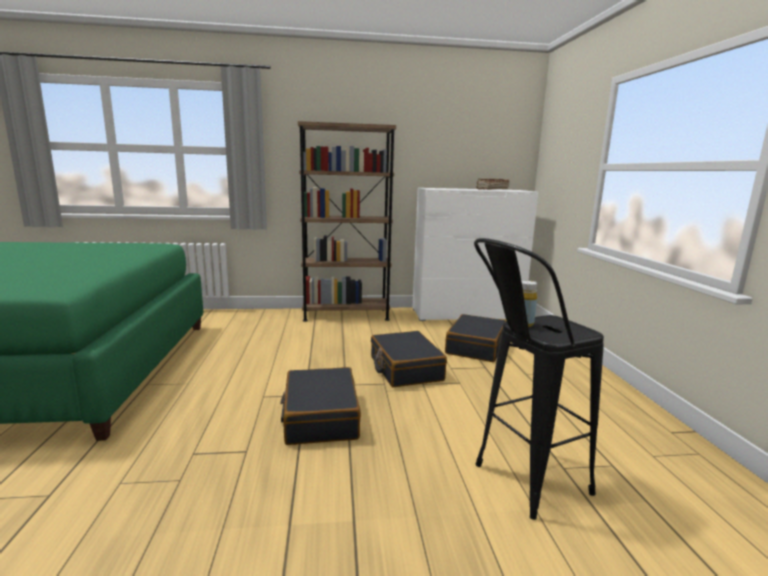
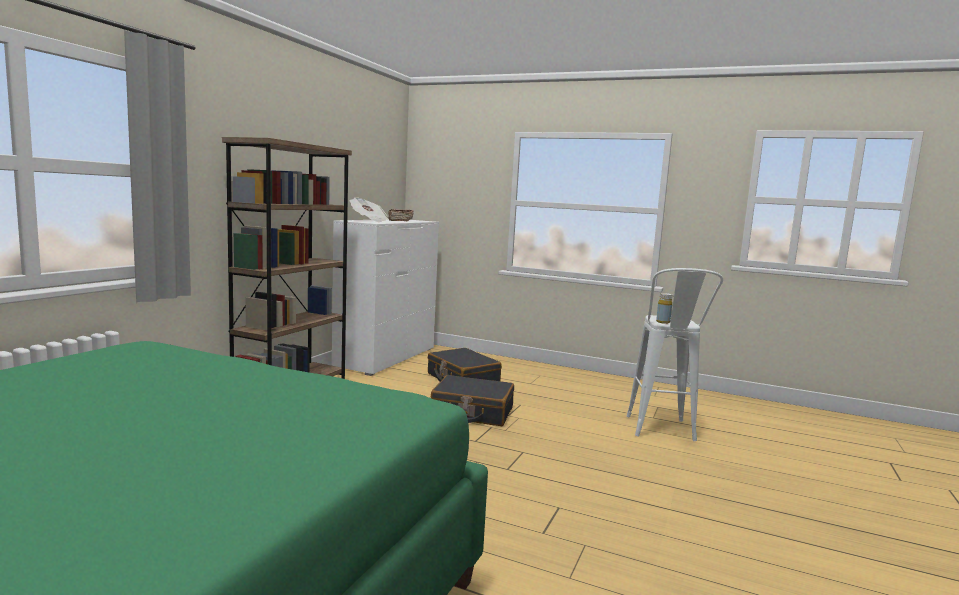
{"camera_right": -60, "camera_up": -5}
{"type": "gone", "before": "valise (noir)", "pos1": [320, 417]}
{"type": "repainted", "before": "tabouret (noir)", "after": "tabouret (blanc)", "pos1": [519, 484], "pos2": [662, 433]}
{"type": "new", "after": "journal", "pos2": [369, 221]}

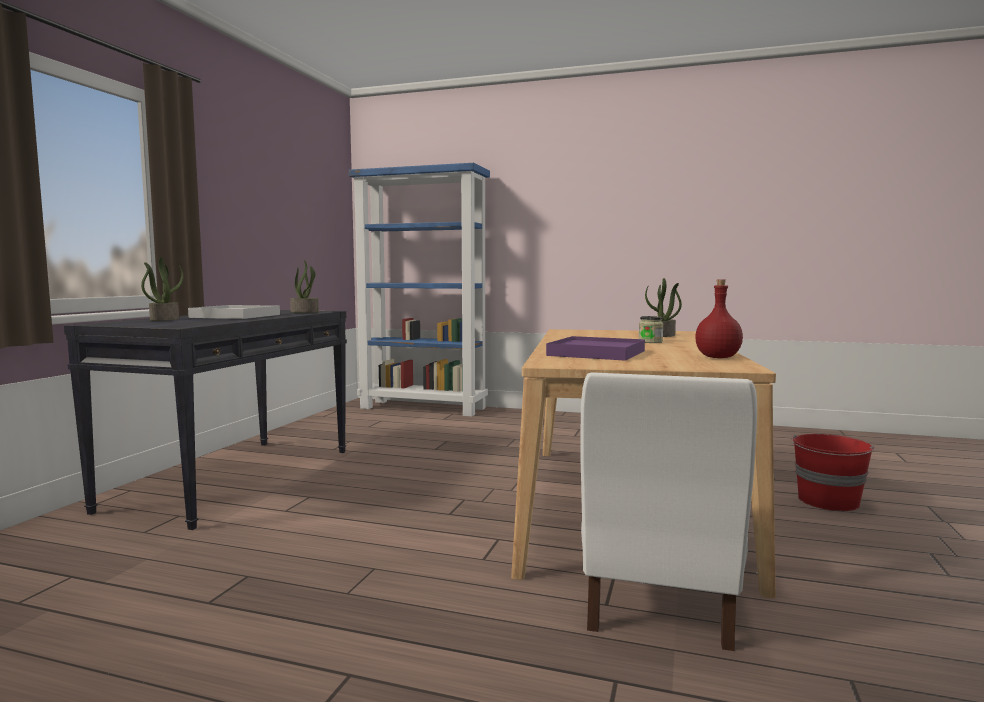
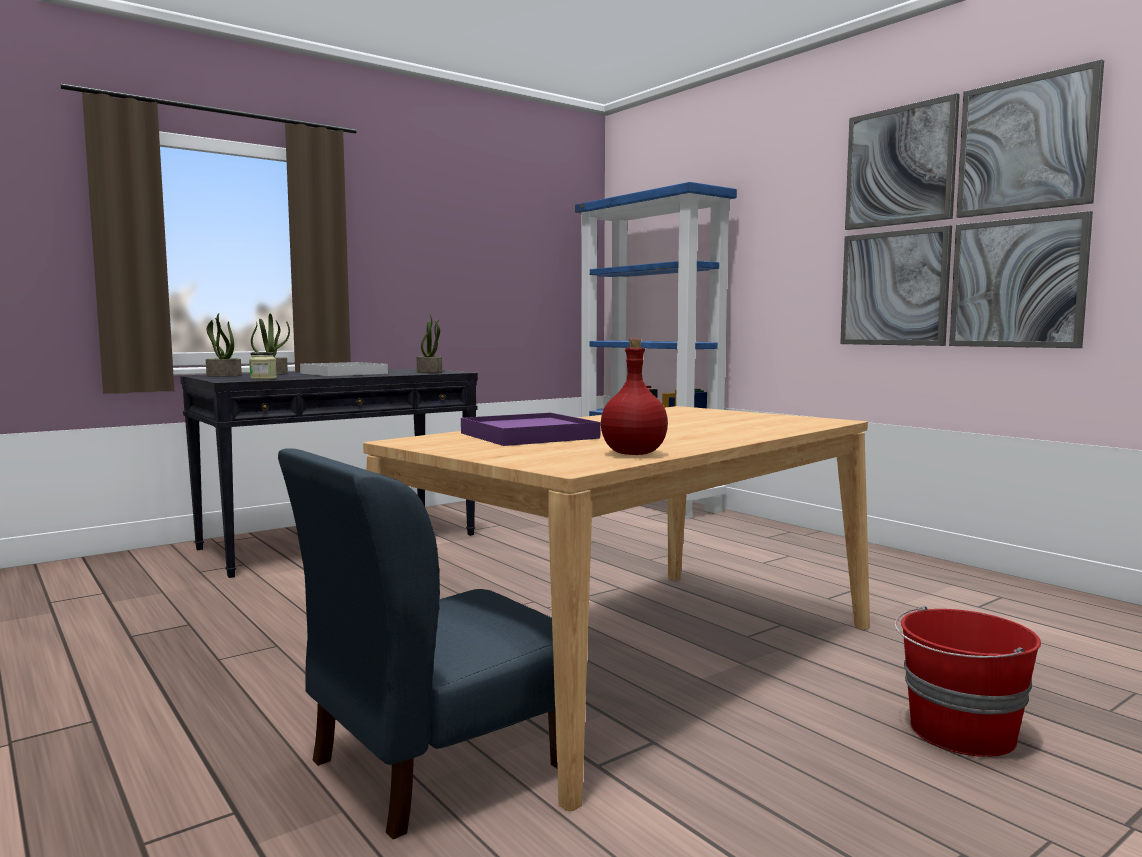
{"camera_right": 35, "camera_up": 0}
{"type": "repainted", "before": "chaise (blanc)", "after": "chaise (bleu)", "pos1": [658, 601], "pos2": [436, 762]}
{"type": "shifted", "before": "bocal", "pos1": [650, 342], "pos2": [263, 379]}
{"type": "shifted", "before": "plante en pot", "pos1": [662, 335], "pos2": [223, 376]}
{"type": "new", "after": "tableau", "pos2": [955, 221]}

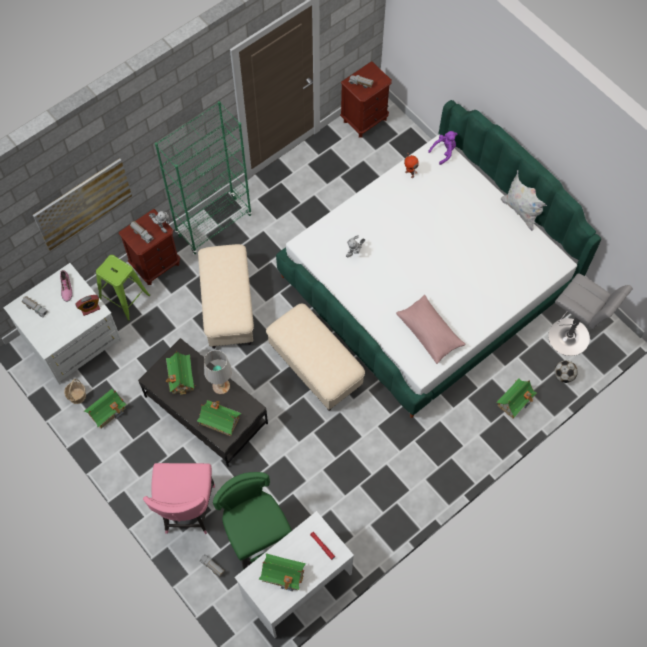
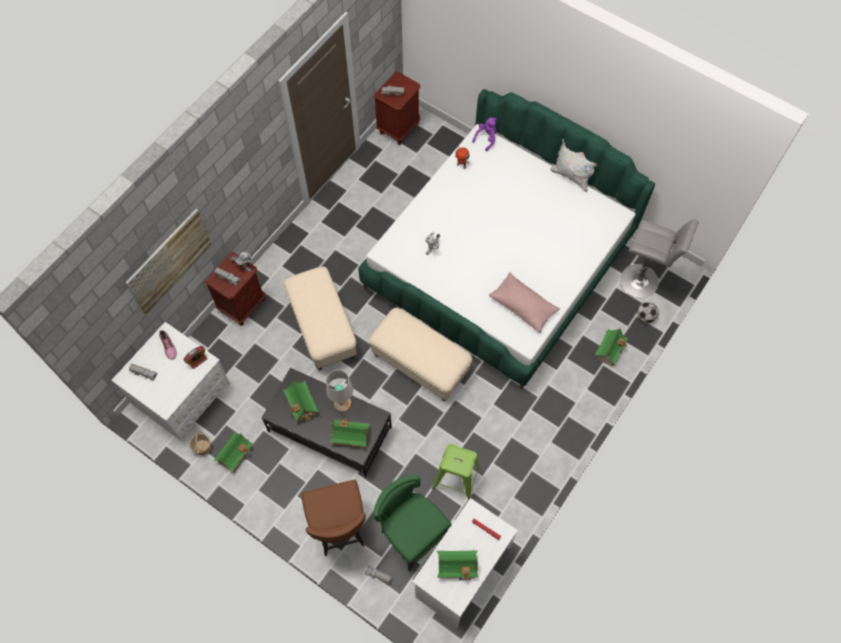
{"camera_right": -15, "camera_up": 0}
{"type": "shifted", "before": "tabouret (vert)", "pos1": [124, 298], "pos2": [456, 478]}
{"type": "repainted", "before": "chaise (rose)", "after": "chaise (marron)", "pos1": [187, 510], "pos2": [339, 528]}
{"type": "gone", "before": "bibliothèque (vert)", "pos1": [214, 225]}

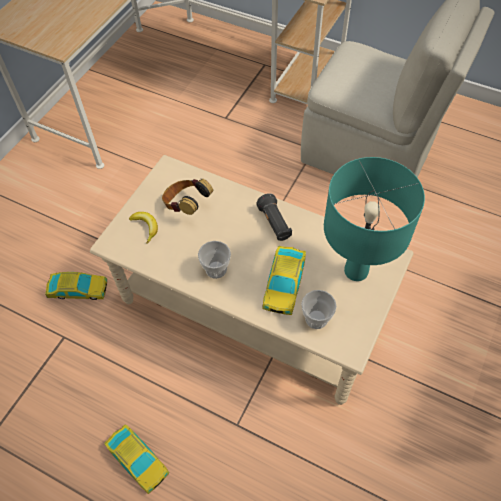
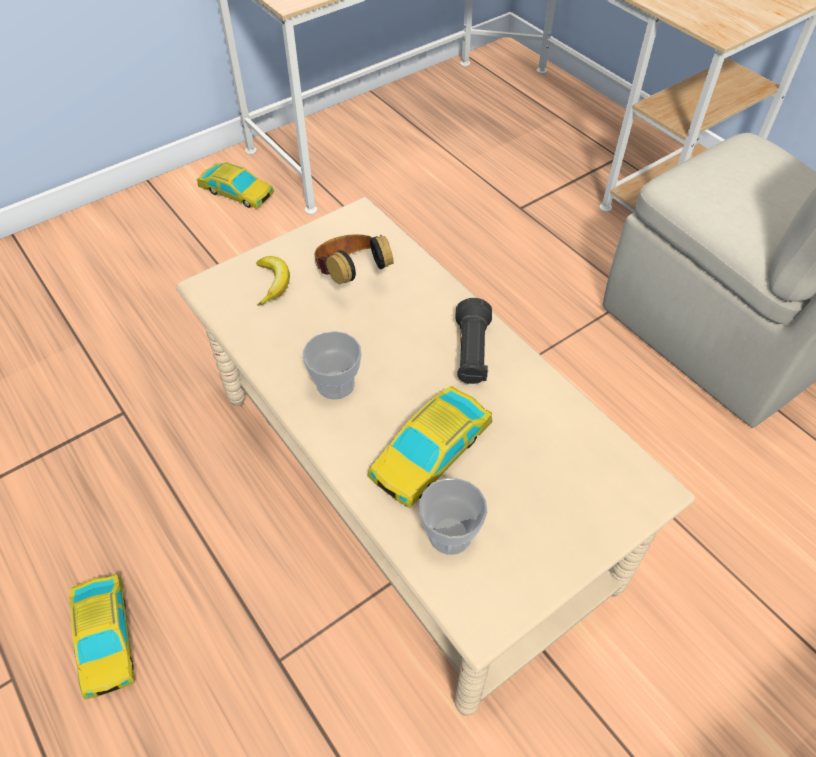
{"camera_right": 25, "camera_up": -5}
{"type": "shifted", "before": "petite voiture", "pos1": [78, 289], "pos2": [236, 192]}
{"type": "gone", "before": "lampe de table (turquoise)", "pos1": [356, 271]}

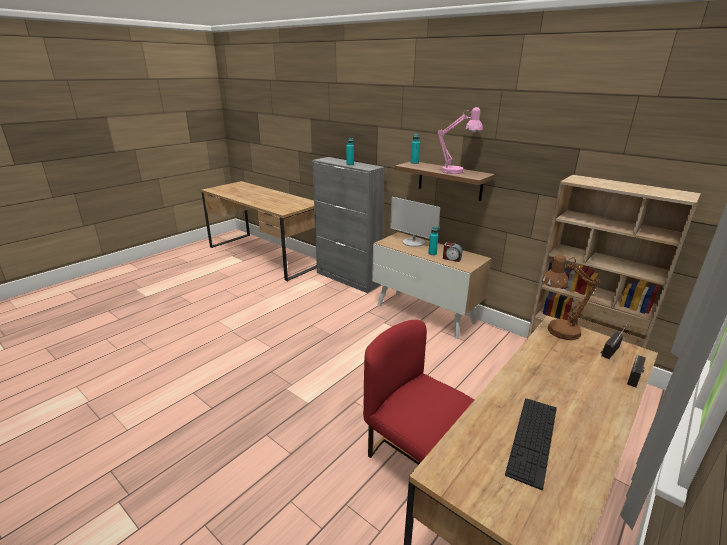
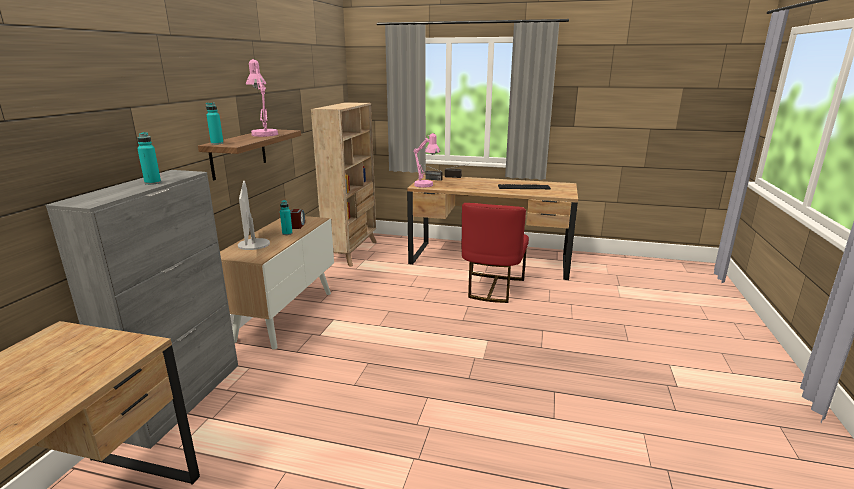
{"camera_right": -115, "camera_up": -5}
{"type": "rotated", "before": "écran d'ordinateur", "pos1": [413, 242], "pos2": [253, 244], "turn": 150}
{"type": "repainted", "before": "lampe de table (marron)", "after": "lampe de table (rose)", "pos1": [557, 332], "pos2": [426, 186]}

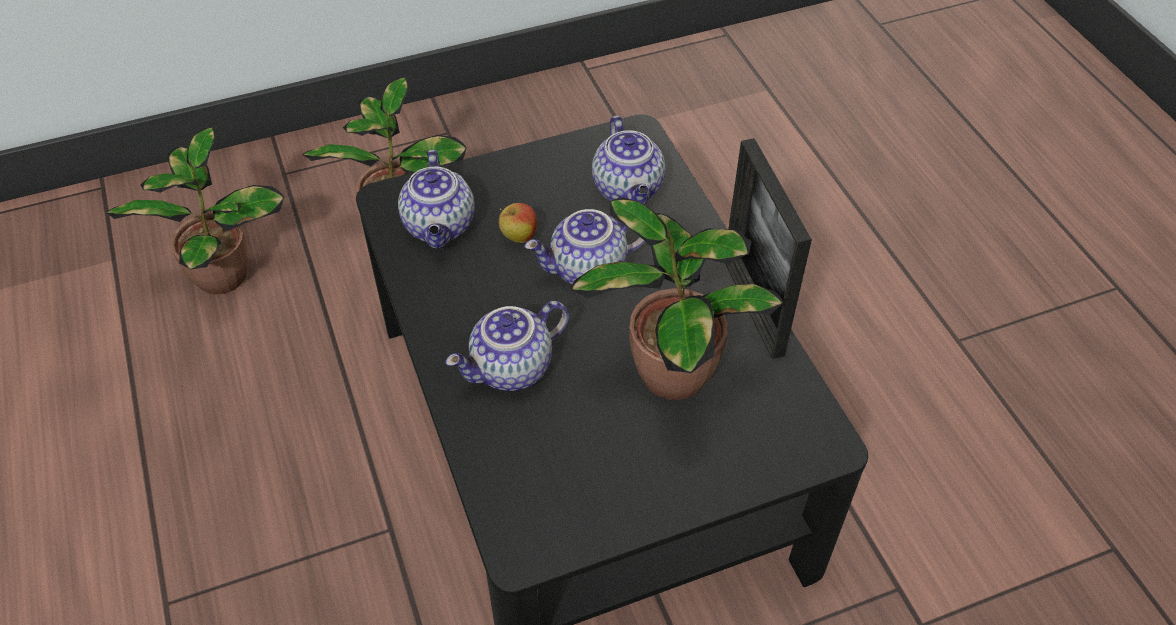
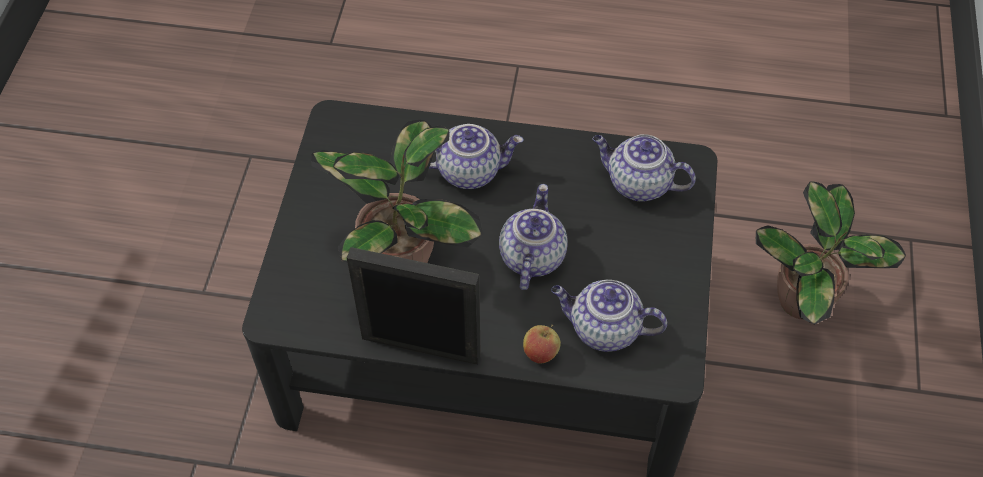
{"camera_right": 120, "camera_up": 5}
{"type": "gone", "before": "plante en pot", "pos1": [223, 273]}
{"type": "rotated", "before": "théière", "pos1": [512, 370], "pos2": [469, 170], "turn": 90}
{"type": "shifted", "before": "pomme", "pos1": [518, 237], "pos2": [541, 353]}

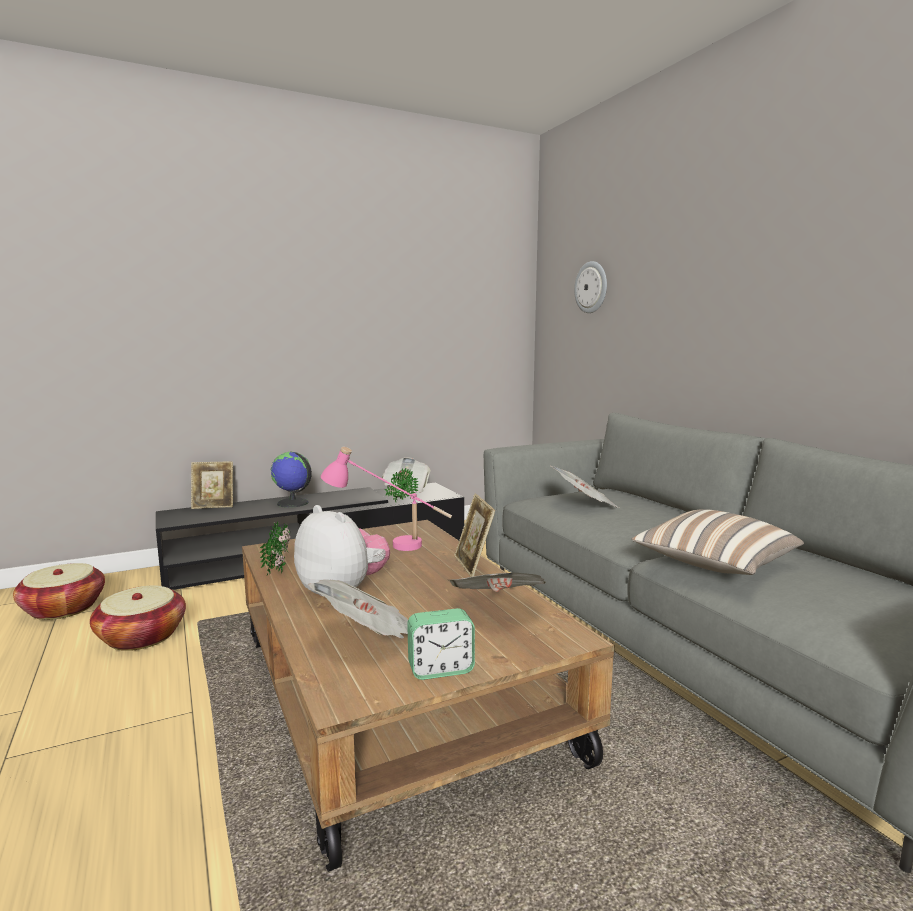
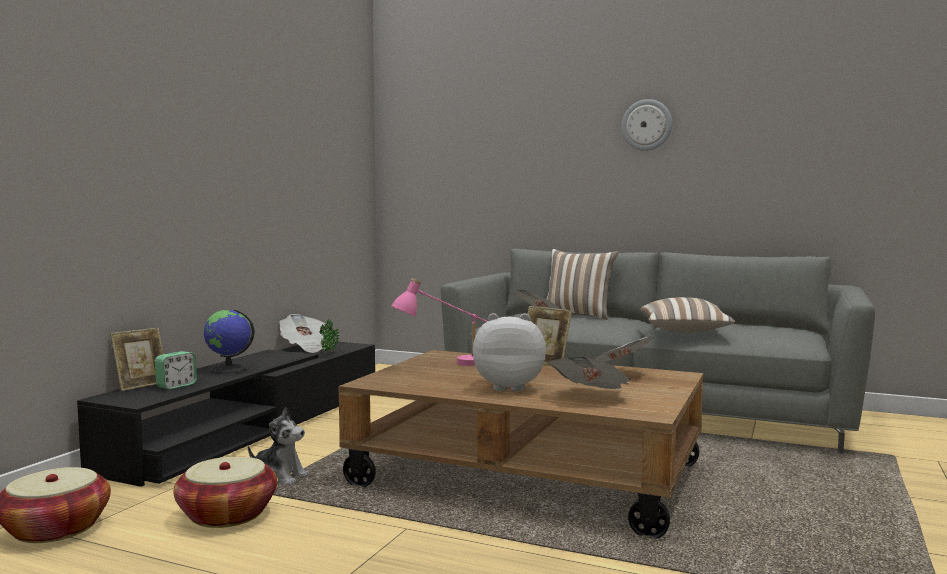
{"camera_right": -40, "camera_up": -5}
{"type": "gone", "before": "plante en pot", "pos1": [280, 570]}
{"type": "shifted", "before": "réveil", "pos1": [441, 669], "pos2": [176, 386]}
{"type": "shifted", "before": "horloge murale", "pos1": [591, 287], "pos2": [646, 125]}
{"type": "new", "after": "peluche", "pos2": [279, 477]}
{"type": "new", "after": "coussin", "pos2": [579, 315]}

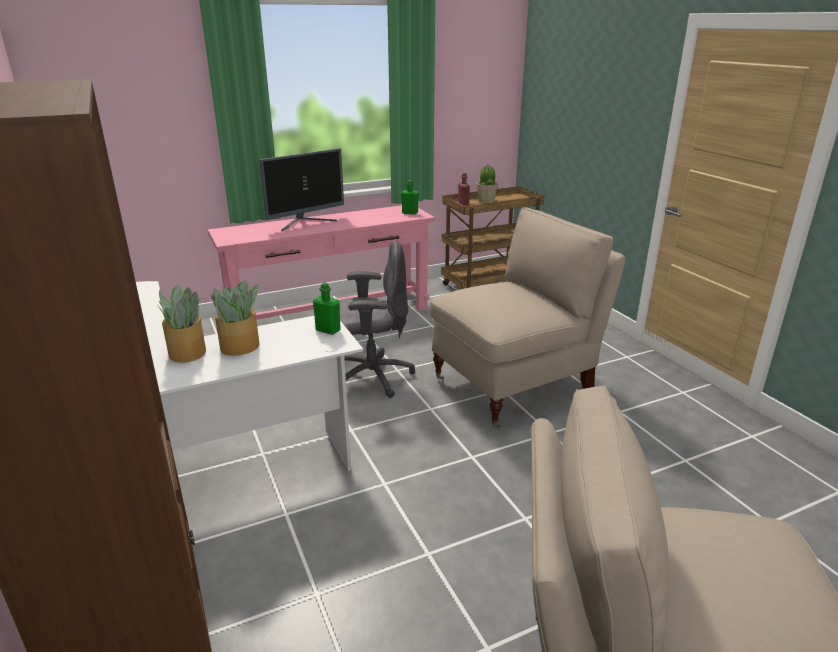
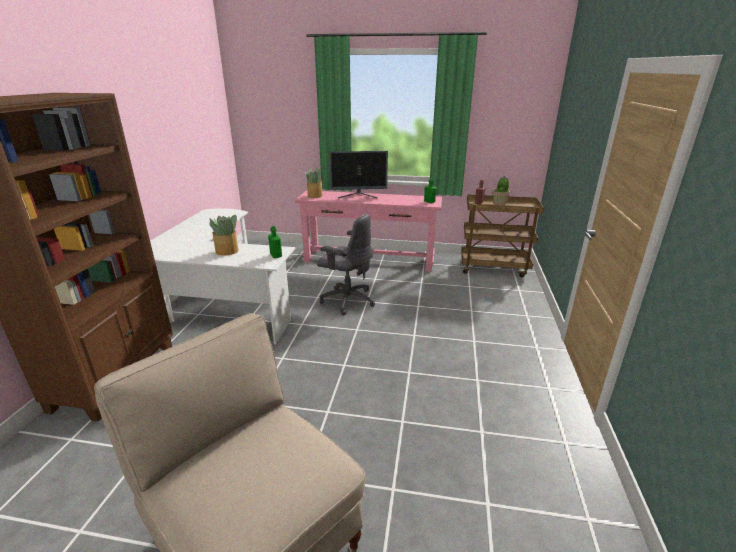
{"camera_right": 35, "camera_up": 0}
{"type": "shifted", "before": "plante en pot", "pos1": [187, 352], "pos2": [315, 195]}
{"type": "gone", "before": "chaise (beige)", "pos1": [515, 386]}

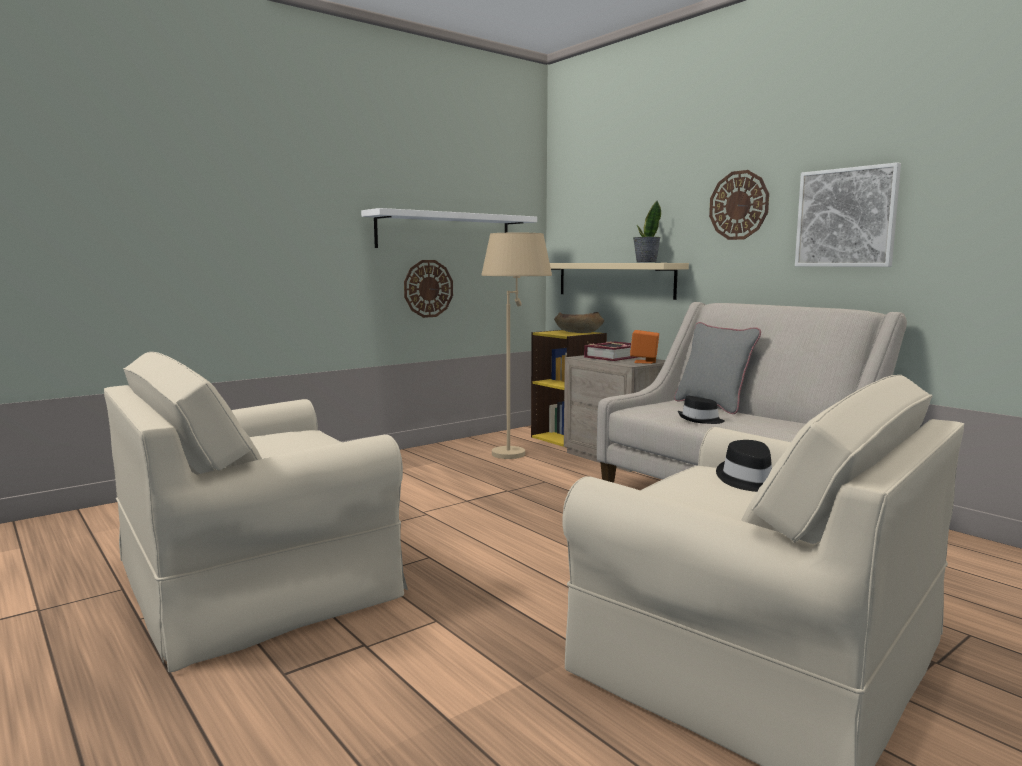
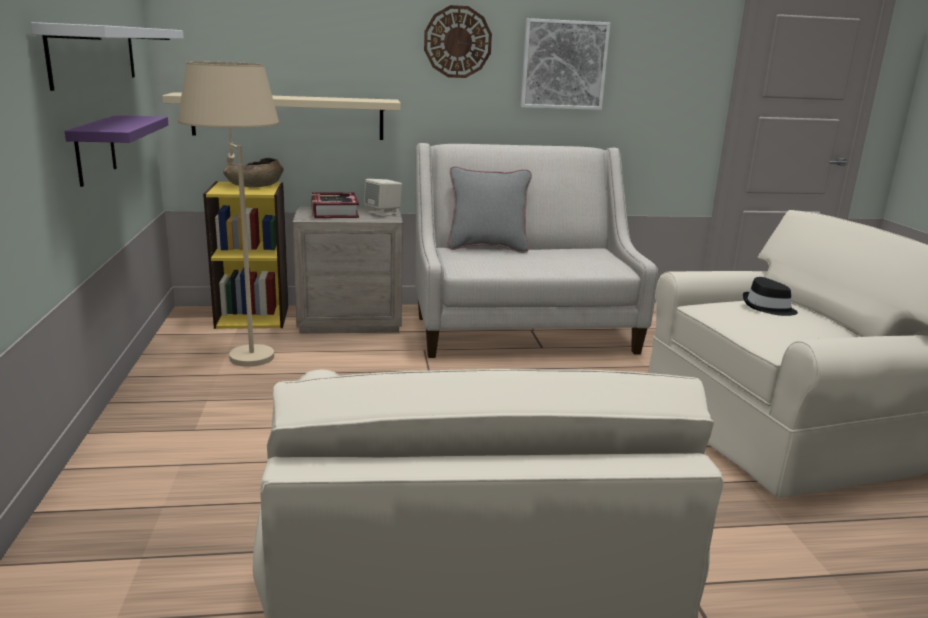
{"camera_right": -60, "camera_up": 10}
{"type": "swapped", "before": "horloge murale", "after": "étagère (violet)", "pos1": [428, 288], "pos2": [95, 149]}
{"type": "repainted", "before": "enceinte (orange)", "after": "enceinte (beige)", "pos1": [644, 362], "pos2": [383, 213]}
{"type": "gone", "before": "plante en pot", "pos1": [645, 262]}
{"type": "gone", "before": "chapeau (noir)", "pos1": [700, 420]}

